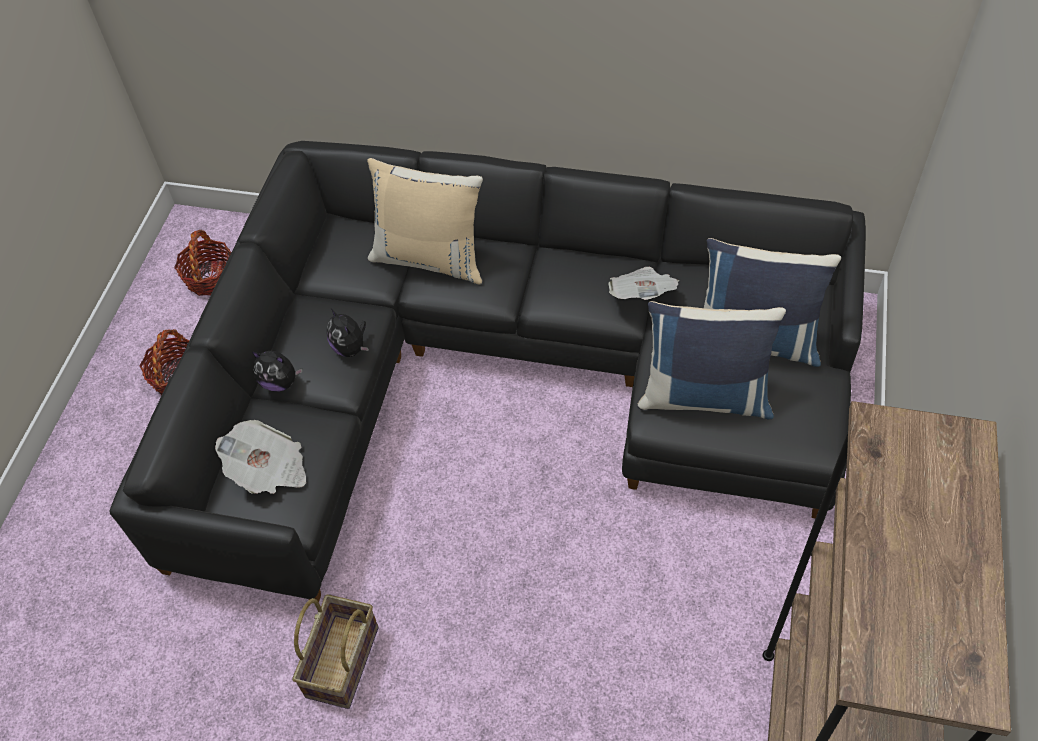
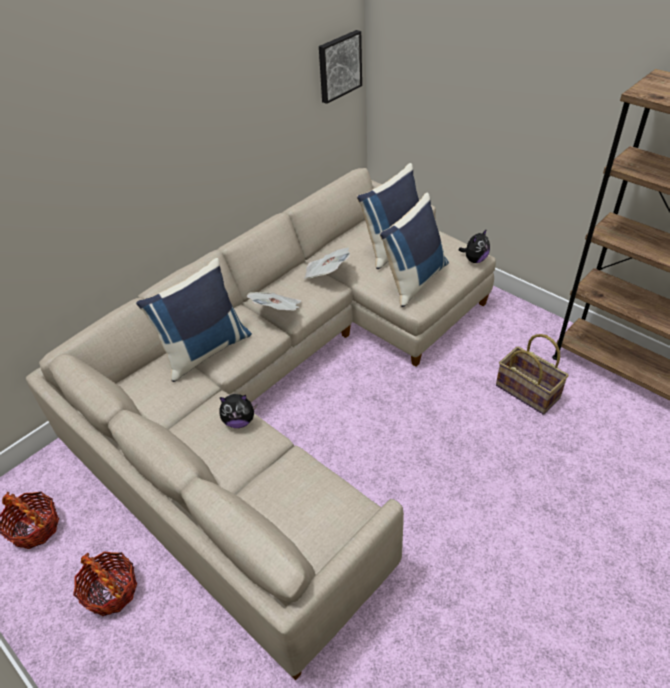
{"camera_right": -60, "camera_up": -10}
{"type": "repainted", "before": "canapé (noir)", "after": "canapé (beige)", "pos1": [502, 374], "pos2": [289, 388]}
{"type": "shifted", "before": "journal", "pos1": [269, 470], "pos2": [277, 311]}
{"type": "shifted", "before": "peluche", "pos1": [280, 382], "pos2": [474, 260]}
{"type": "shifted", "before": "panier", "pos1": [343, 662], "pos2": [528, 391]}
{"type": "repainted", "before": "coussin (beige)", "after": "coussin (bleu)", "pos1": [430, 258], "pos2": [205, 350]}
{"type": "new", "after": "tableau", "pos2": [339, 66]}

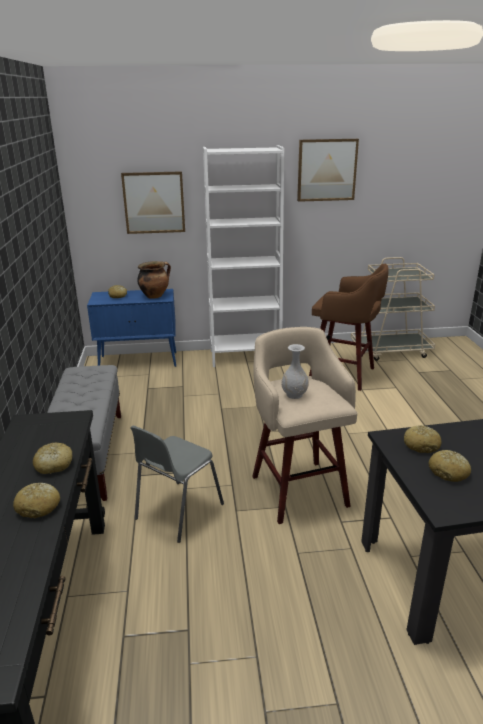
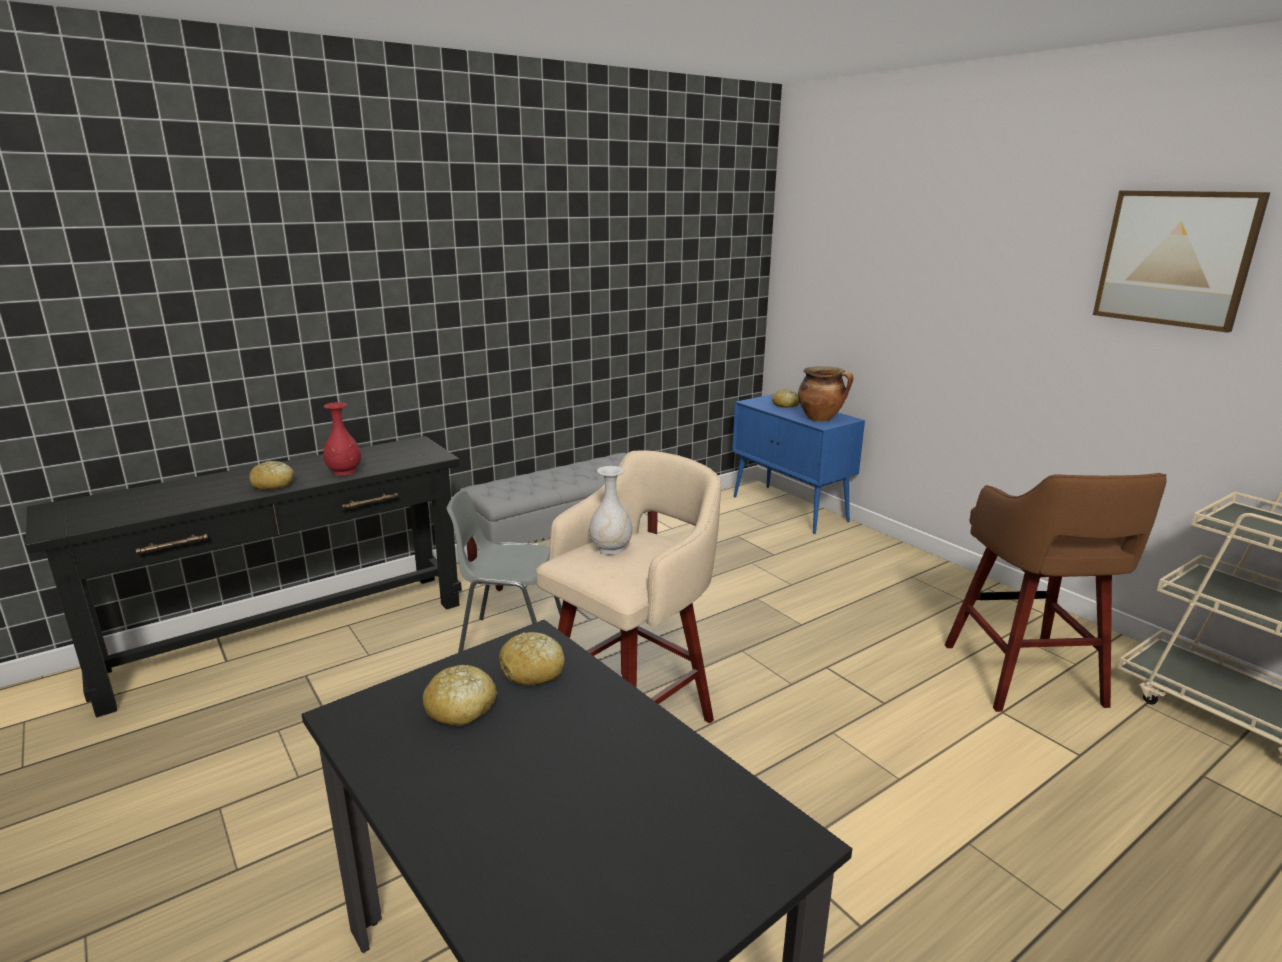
{"camera_right": 60, "camera_up": -5}
{"type": "swapped", "before": "pain", "after": "vase (rouge)", "pos1": [54, 465], "pos2": [344, 472]}
{"type": "gone", "before": "tableau", "pos1": [154, 202]}
{"type": "gone", "before": "bibliothèque (blanc)", "pos1": [245, 356]}

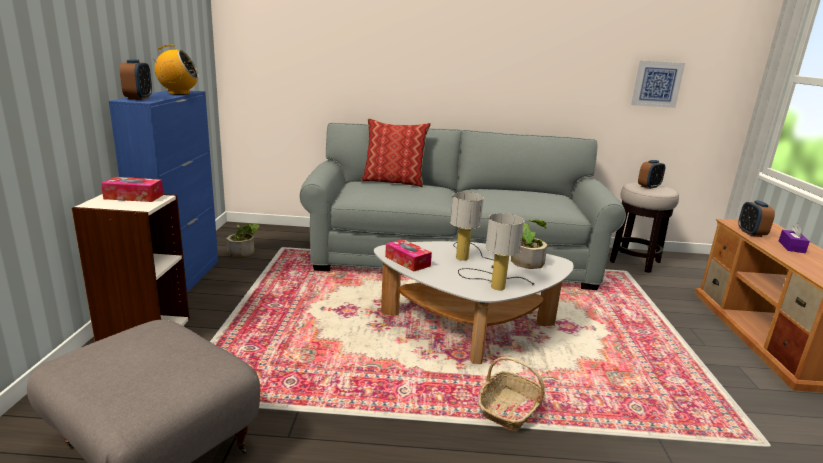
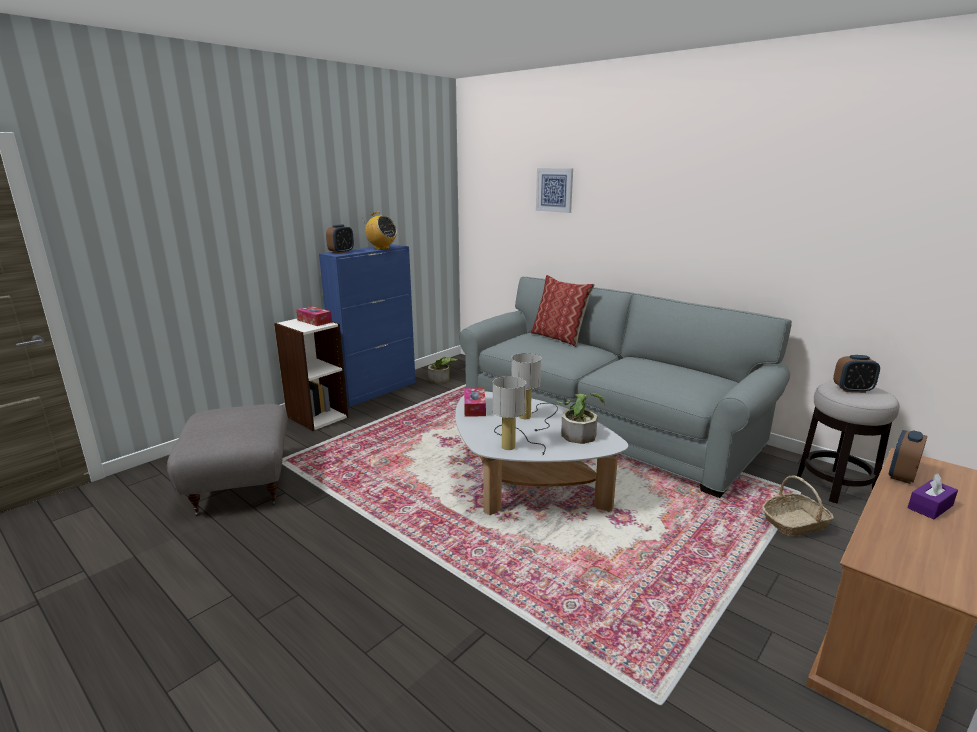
{"camera_right": 40, "camera_up": 0}
{"type": "shifted", "before": "panier", "pos1": [509, 409], "pos2": [794, 523]}
{"type": "shifted", "before": "tableau", "pos1": [657, 84], "pos2": [554, 190]}

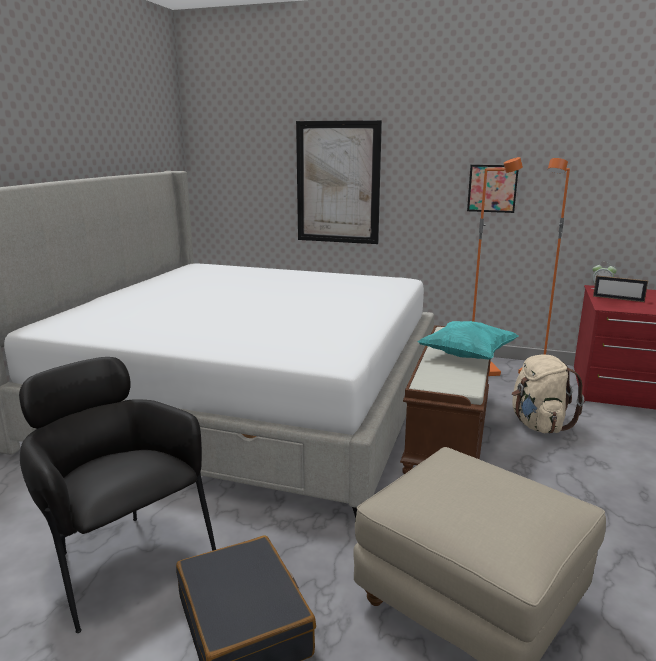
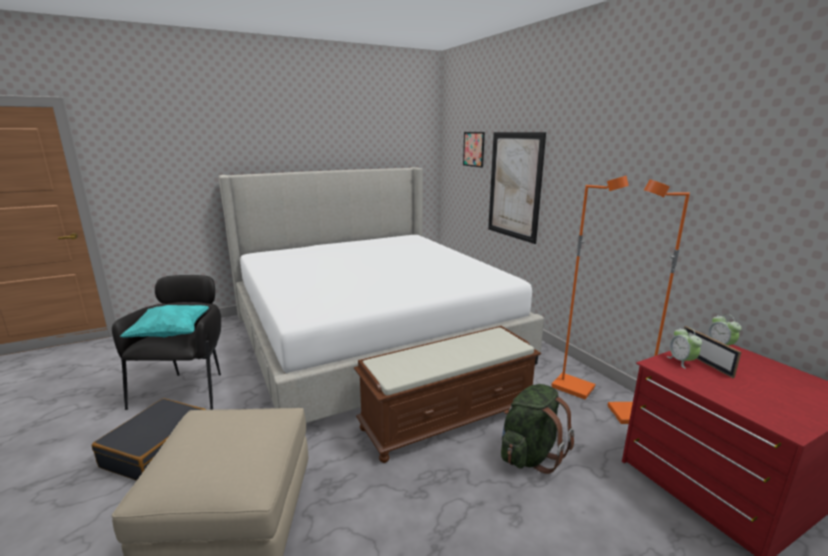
{"camera_right": 45, "camera_up": 0}
{"type": "shifted", "before": "coussin (turquoise)", "pos1": [467, 355], "pos2": [171, 334]}
{"type": "shifted", "before": "tableau", "pos1": [492, 188], "pos2": [474, 149]}
{"type": "repainted", "before": "sac à dos (beige)", "after": "sac à dos (vert)", "pos1": [538, 424], "pos2": [530, 455]}
{"type": "new", "after": "réveil", "pos2": [681, 361]}

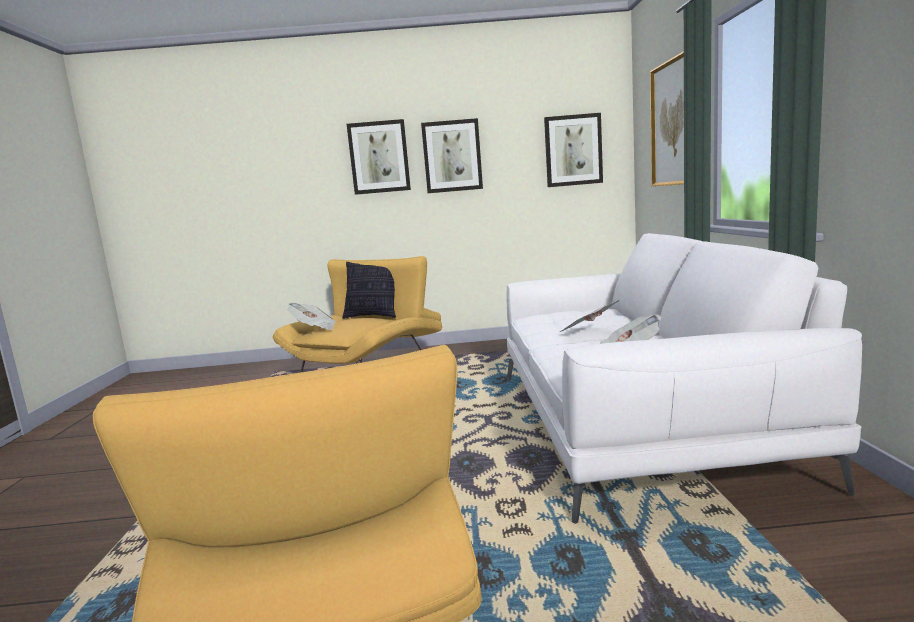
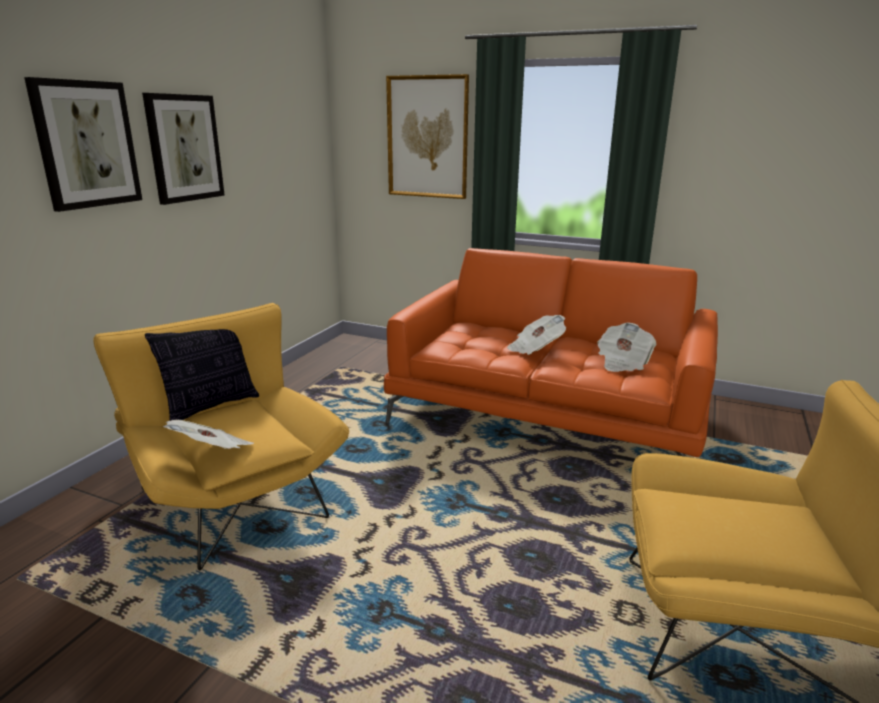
{"camera_right": -65, "camera_up": 10}
{"type": "repainted", "before": "canapé (blanc)", "after": "canapé (orange)", "pos1": [634, 423], "pos2": [548, 412]}
{"type": "gone", "before": "tableau", "pos1": [573, 150]}

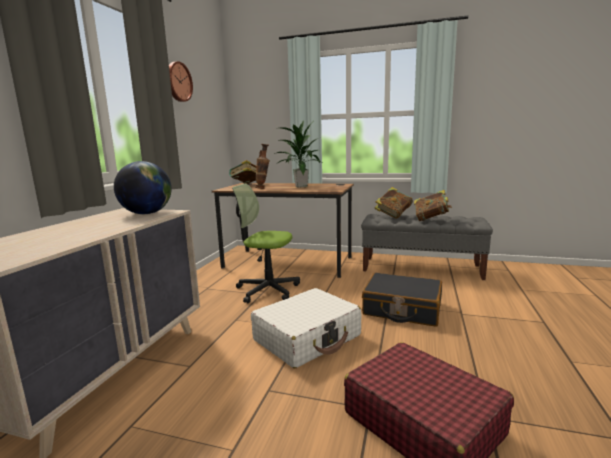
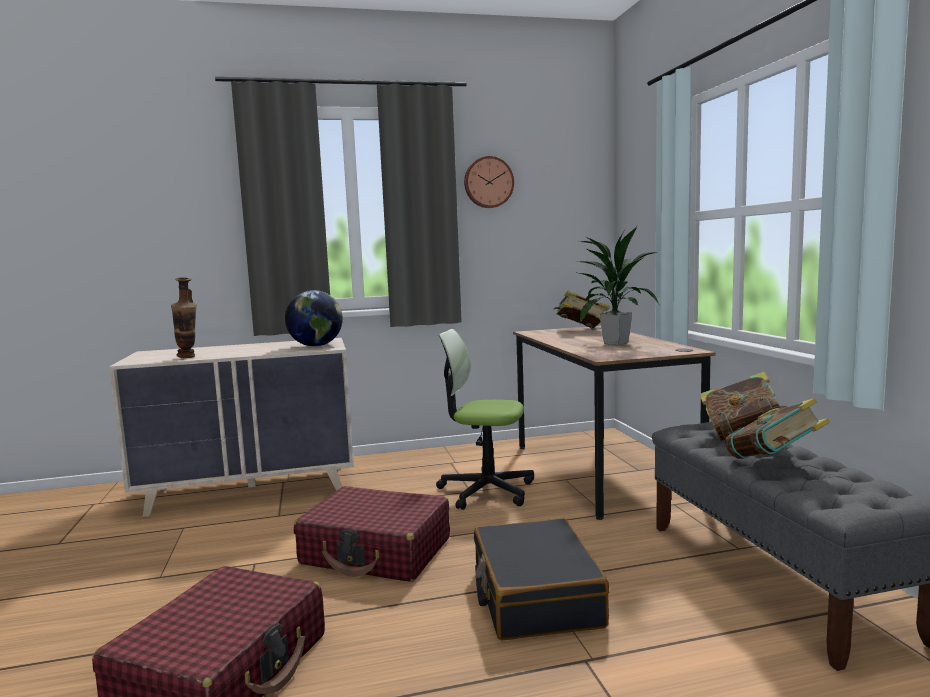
{"camera_right": 60, "camera_up": -5}
{"type": "rotated", "before": "chaise de bureau", "pos1": [267, 290], "pos2": [486, 490], "turn": -60}
{"type": "repainted", "before": "valise (blanc)", "after": "valise (rouge)", "pos1": [307, 338], "pos2": [376, 551]}
{"type": "shifted", "before": "vase", "pos1": [263, 188], "pos2": [188, 357]}

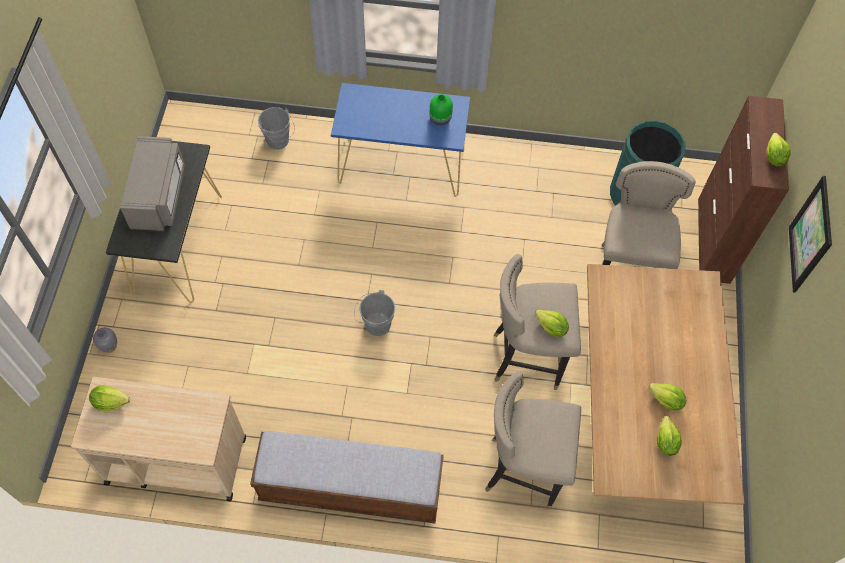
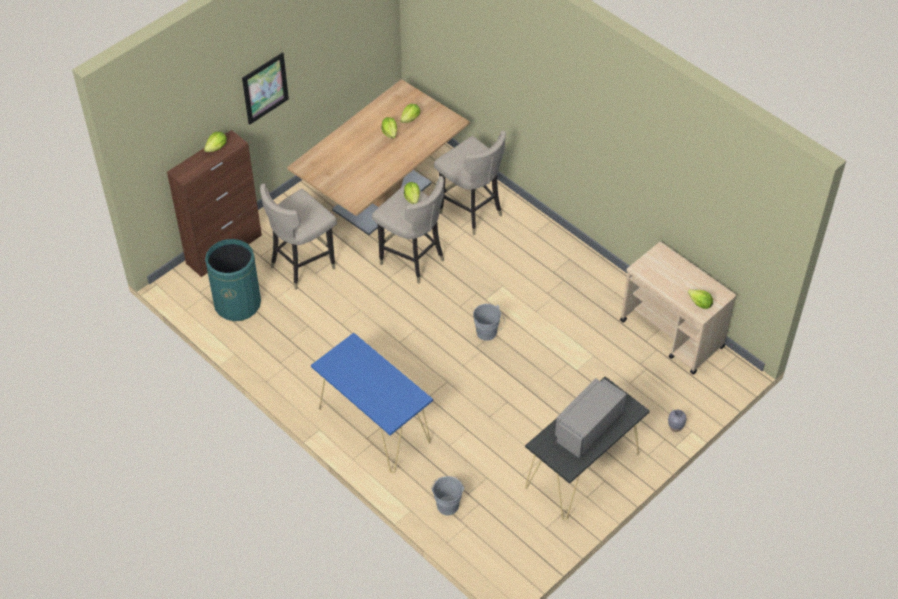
{"camera_right": -140, "camera_up": -10}
{"type": "gone", "before": "banc", "pos1": [350, 488]}
{"type": "gone", "before": "vase (vert)", "pos1": [441, 118]}

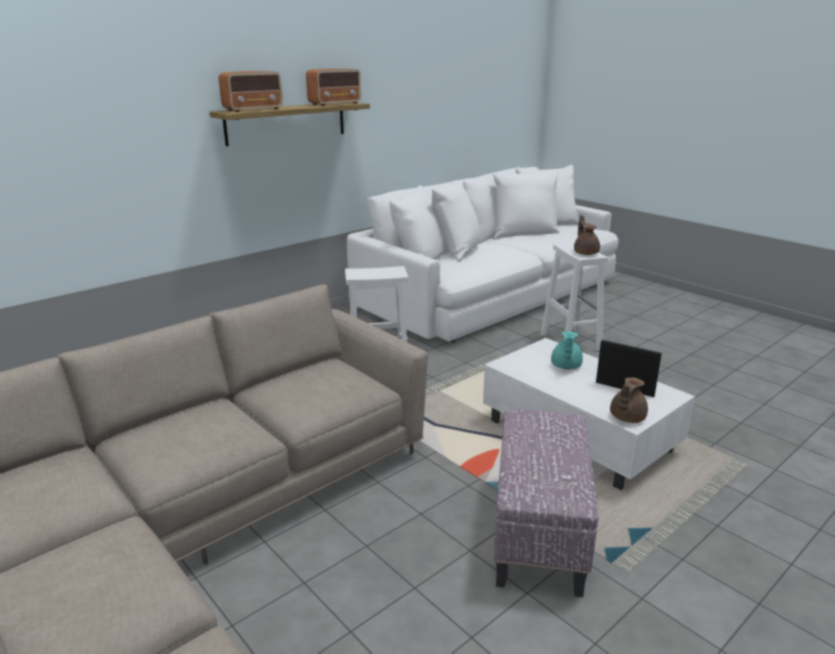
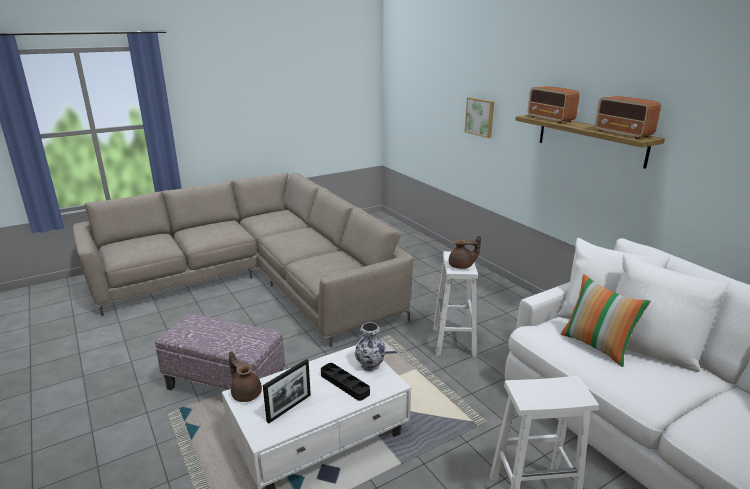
{"camera_right": 100, "camera_up": 0}
{"type": "swapped", "before": "théière (turquoise)", "after": "plateau (noir)", "pos1": [565, 366], "pos2": [344, 384]}
{"type": "shifted", "before": "théière (marron)", "pos1": [585, 252], "pos2": [462, 266]}
{"type": "new", "after": "vase", "pos2": [370, 365]}
{"type": "new", "after": "tableau", "pos2": [480, 117]}
{"type": "new", "after": "coussin", "pos2": [597, 346]}

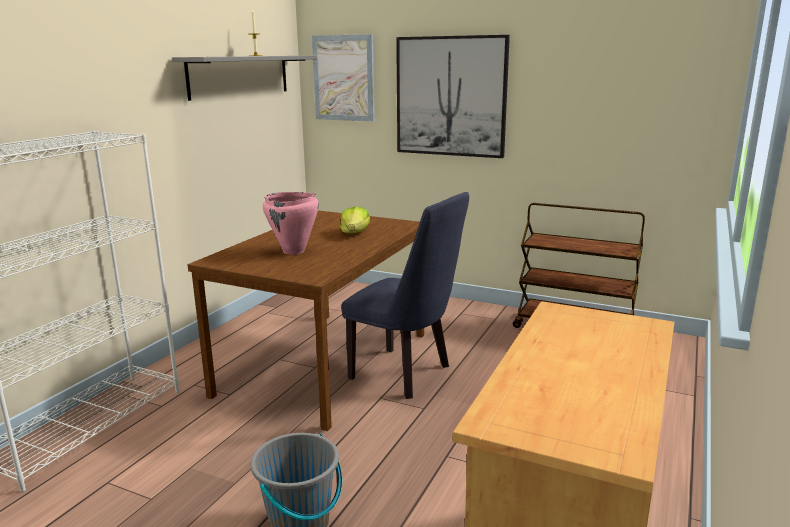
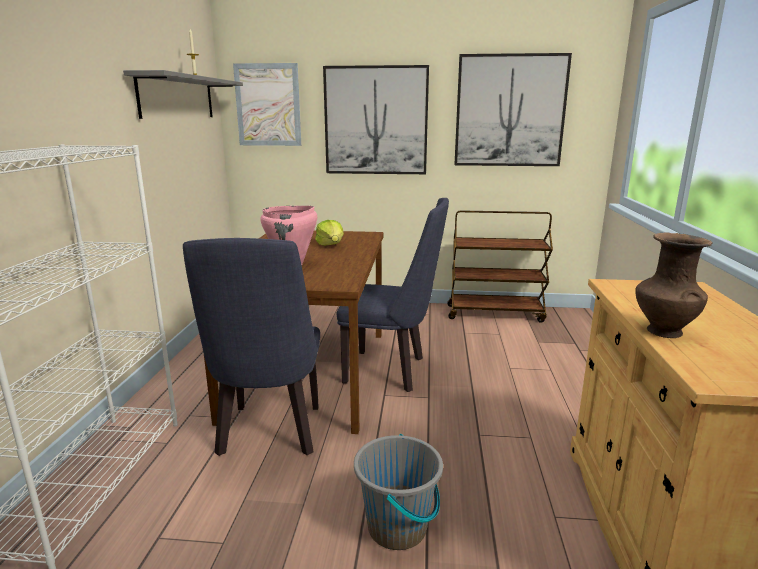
{"camera_right": -20, "camera_up": 0}
{"type": "new", "after": "chaise (bleu)", "pos2": [269, 435]}
{"type": "new", "after": "tableau", "pos2": [510, 111]}
{"type": "new", "after": "vase (marron)", "pos2": [662, 331]}

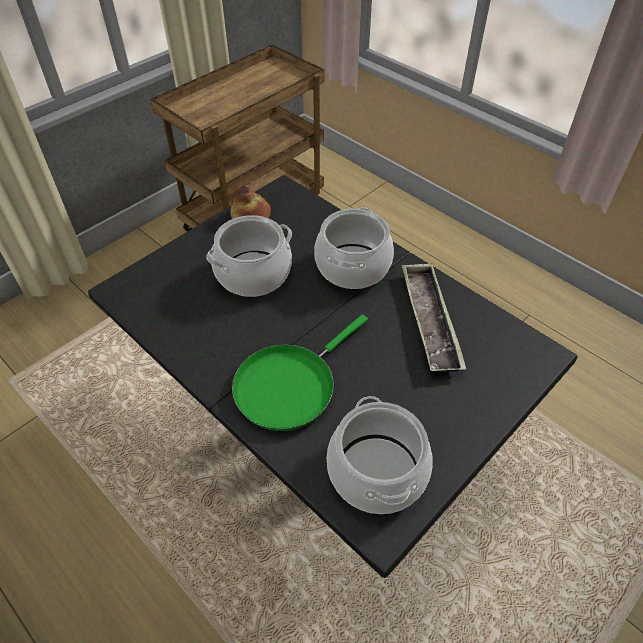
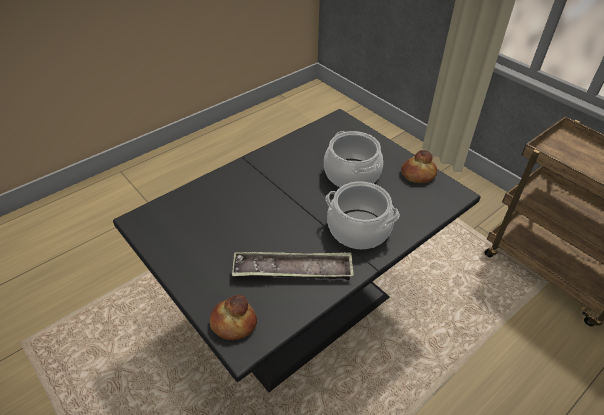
{"camera_right": 95, "camera_up": -5}
{"type": "gone", "before": "poêle (vert)", "pos1": [289, 385]}
{"type": "gone", "before": "marmite", "pos1": [376, 472]}
{"type": "new", "after": "pain", "pos2": [233, 323]}

